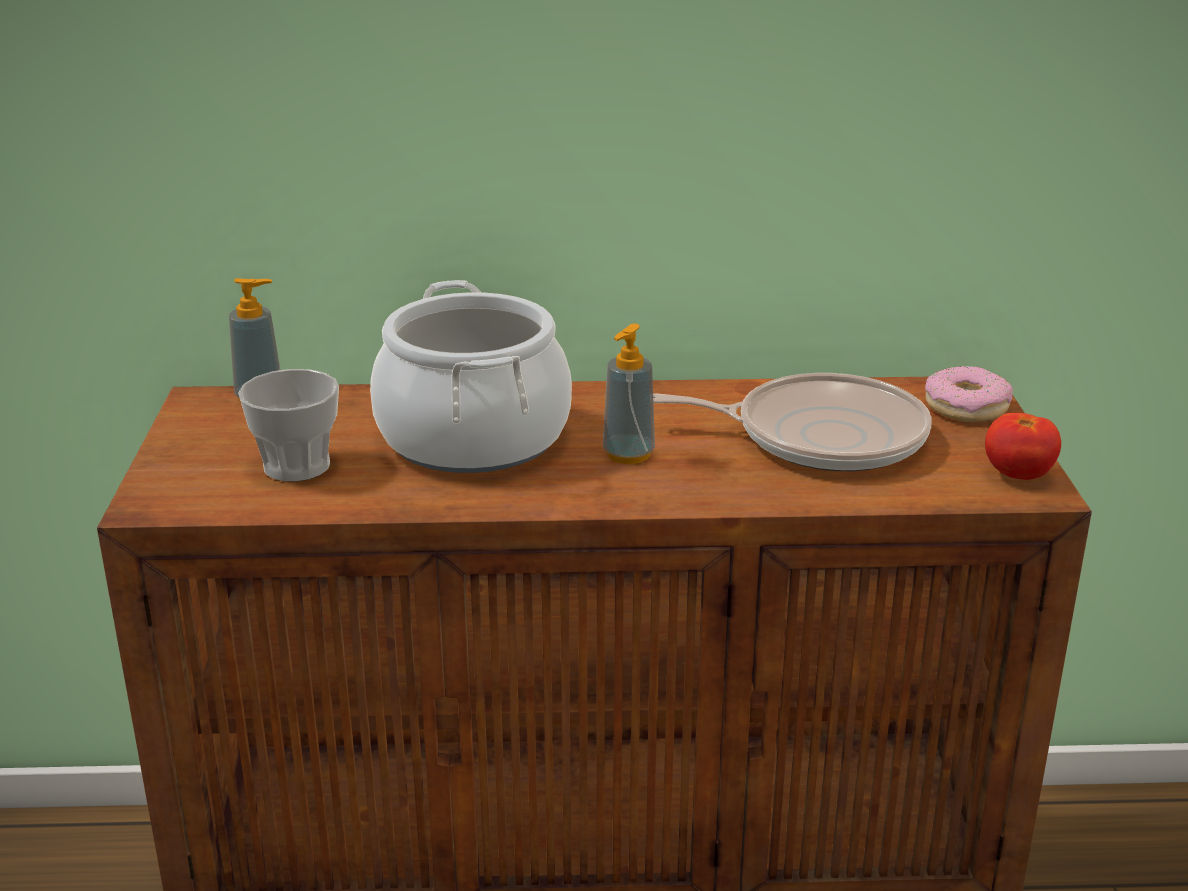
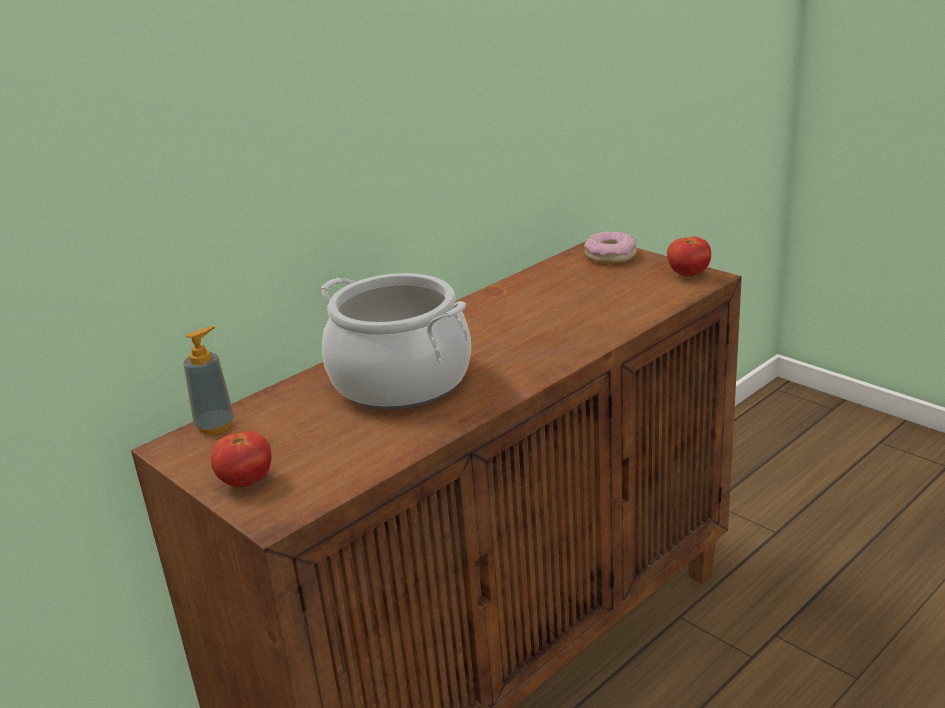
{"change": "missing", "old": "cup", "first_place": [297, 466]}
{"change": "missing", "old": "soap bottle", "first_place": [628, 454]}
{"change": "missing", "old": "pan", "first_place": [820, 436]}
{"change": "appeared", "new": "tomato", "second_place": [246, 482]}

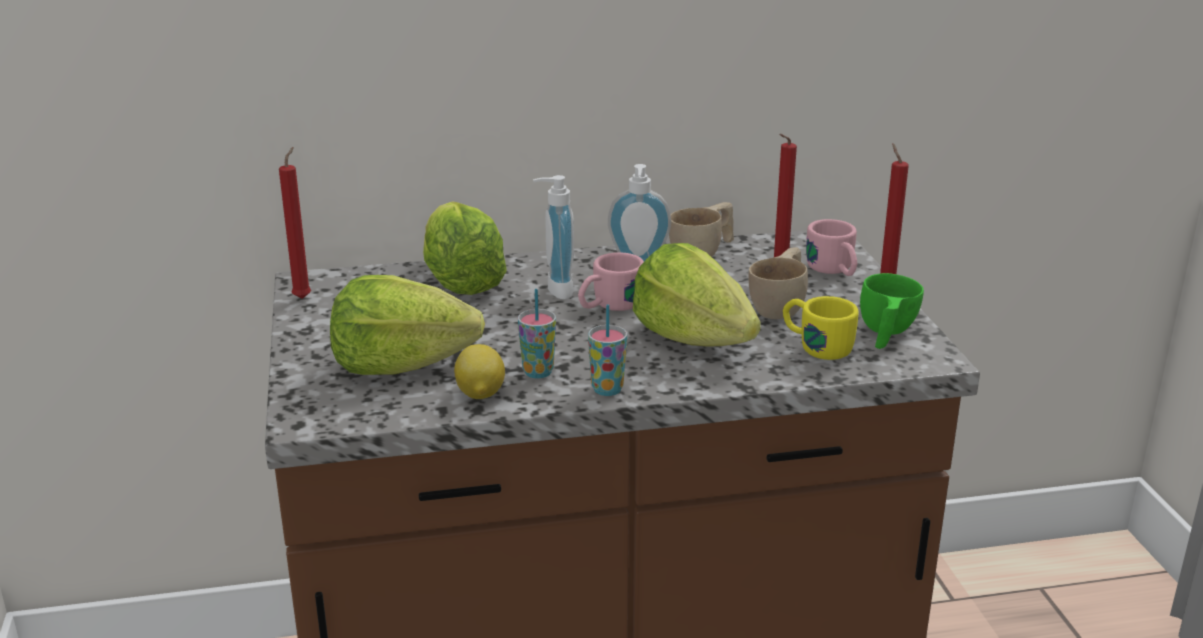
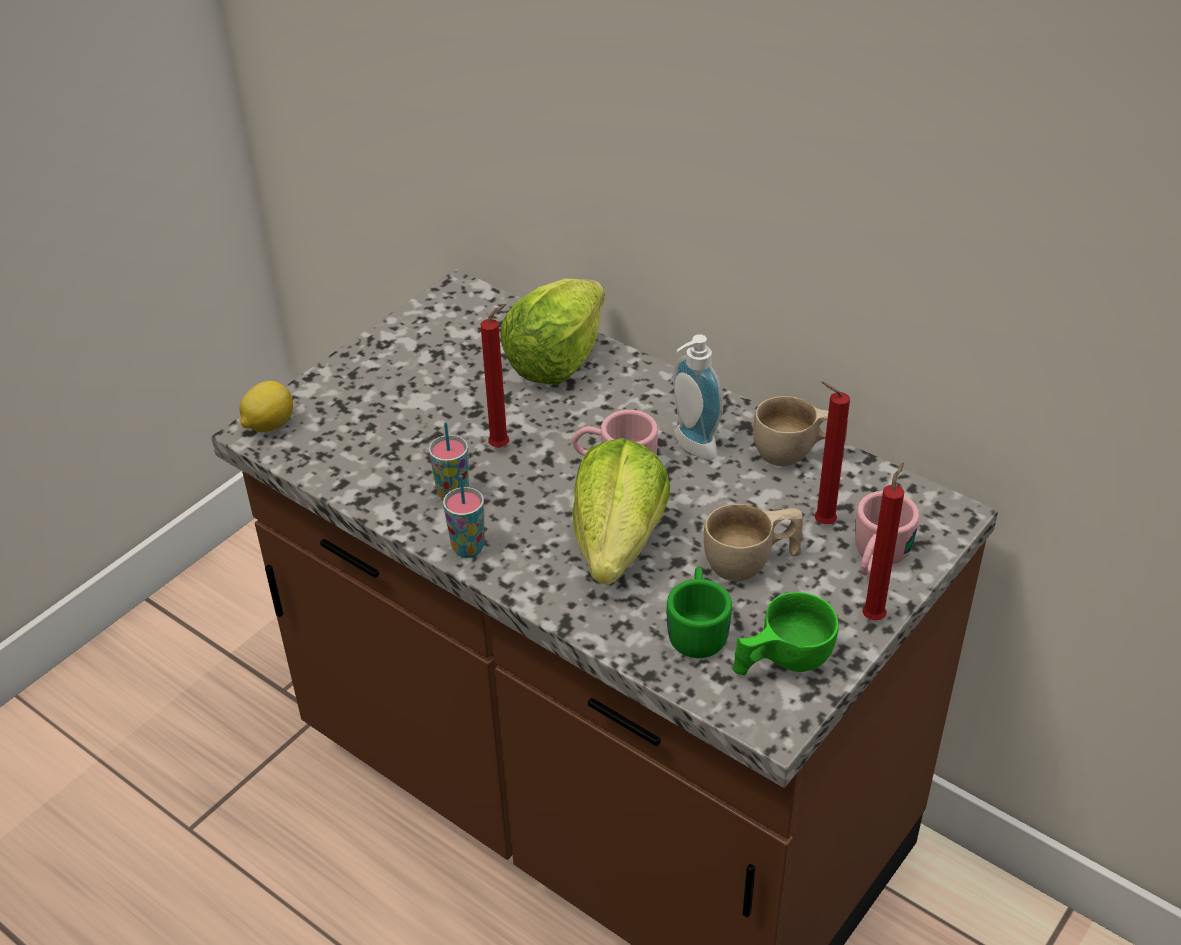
{"change": "missing", "old": "head of lettuce", "first_place": [401, 365]}
{"change": "missing", "old": "soap bottle", "first_place": [554, 290]}
{"change": "relocated", "old": "red-coloured candle", "first_place": [304, 297], "second_place": [502, 446]}
{"change": "relocated", "old": "whole lemon", "first_place": [480, 394], "second_place": [268, 425]}
{"change": "colour", "old": "yellow-coloured tea mug", "new": "green tea mug", "first_place": [815, 345], "second_place": [697, 627]}

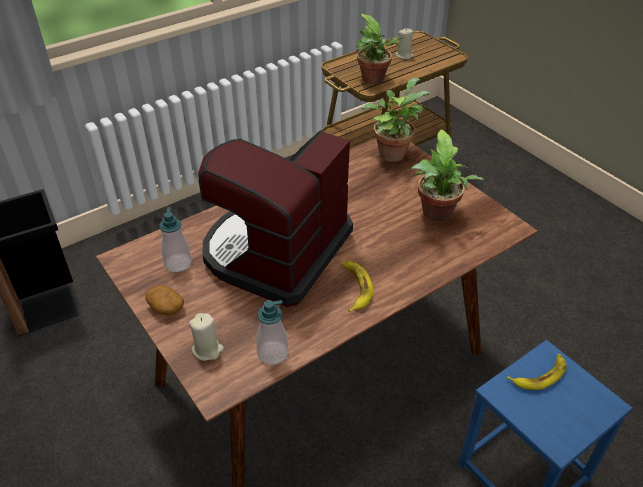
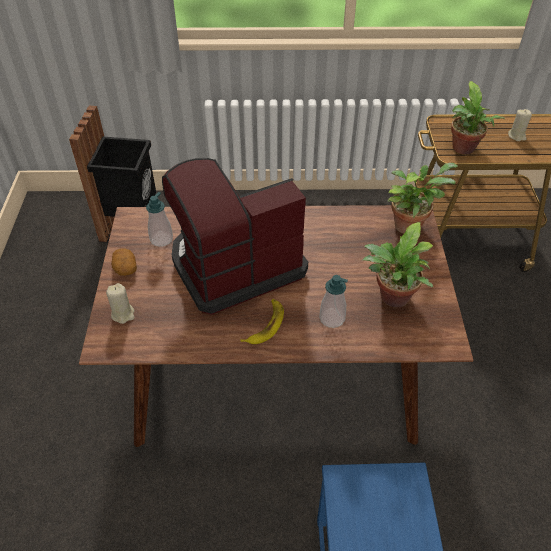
{"change": "missing", "old": "banana", "first_place": [539, 375]}
{"change": "relocated", "old": "soap bottle", "first_place": [272, 353], "second_place": [332, 318]}

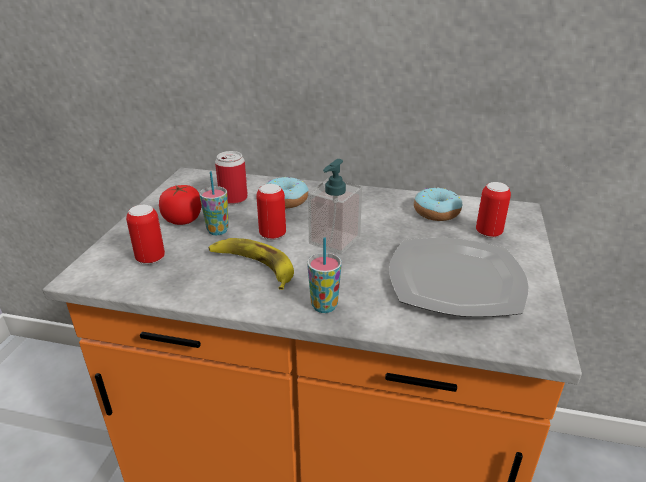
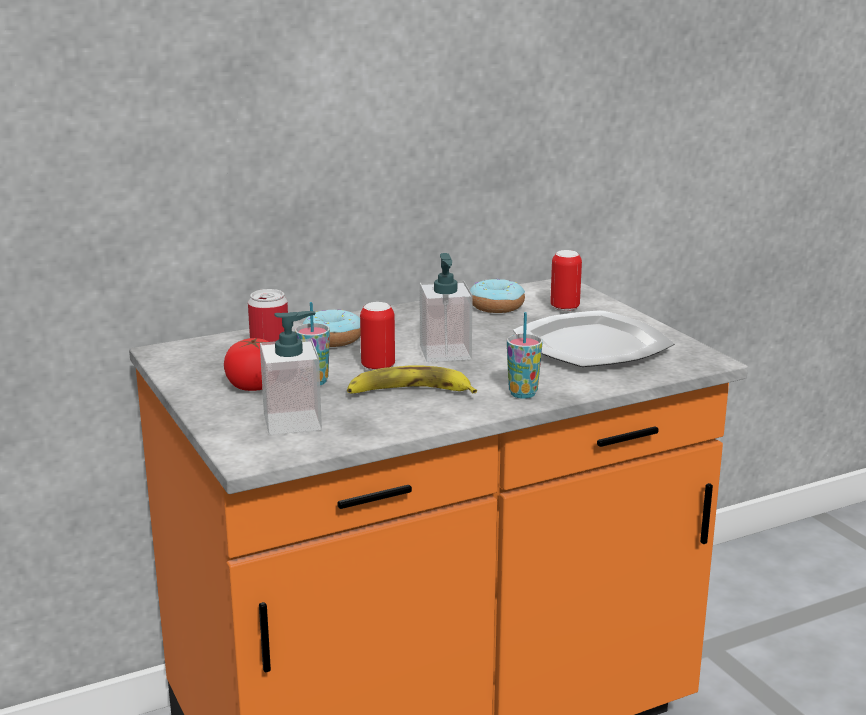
{"change": "exchanged", "old": "metal can", "new": "soap bottle", "first_place": [150, 258], "second_place": [292, 422]}

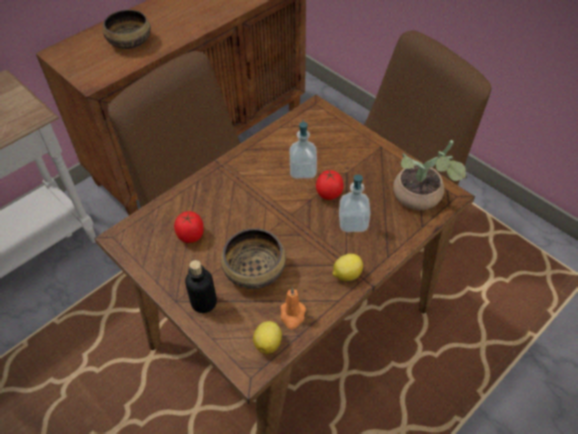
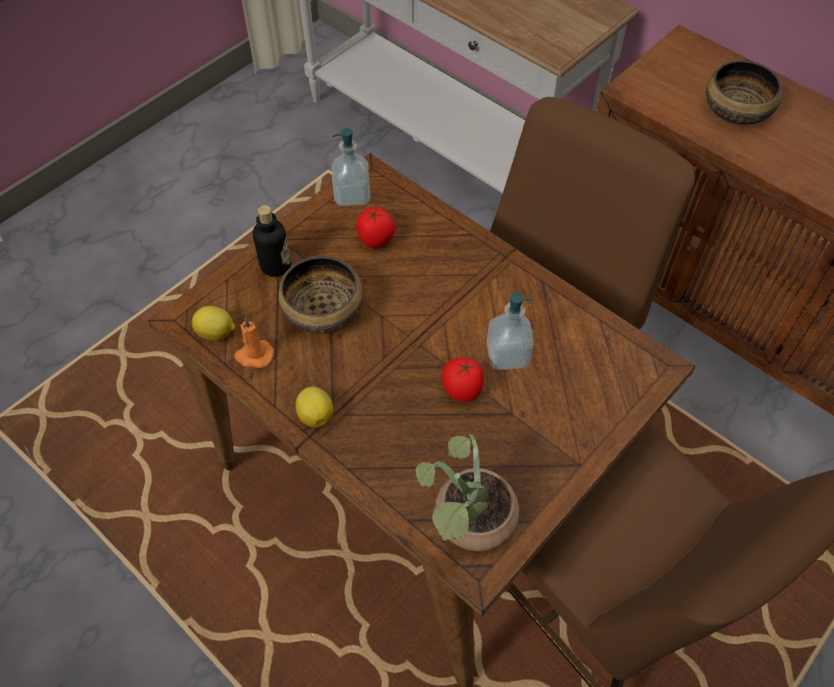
{"change": "relocated", "old": "soap bottle", "first_place": [353, 223], "second_place": [352, 195]}

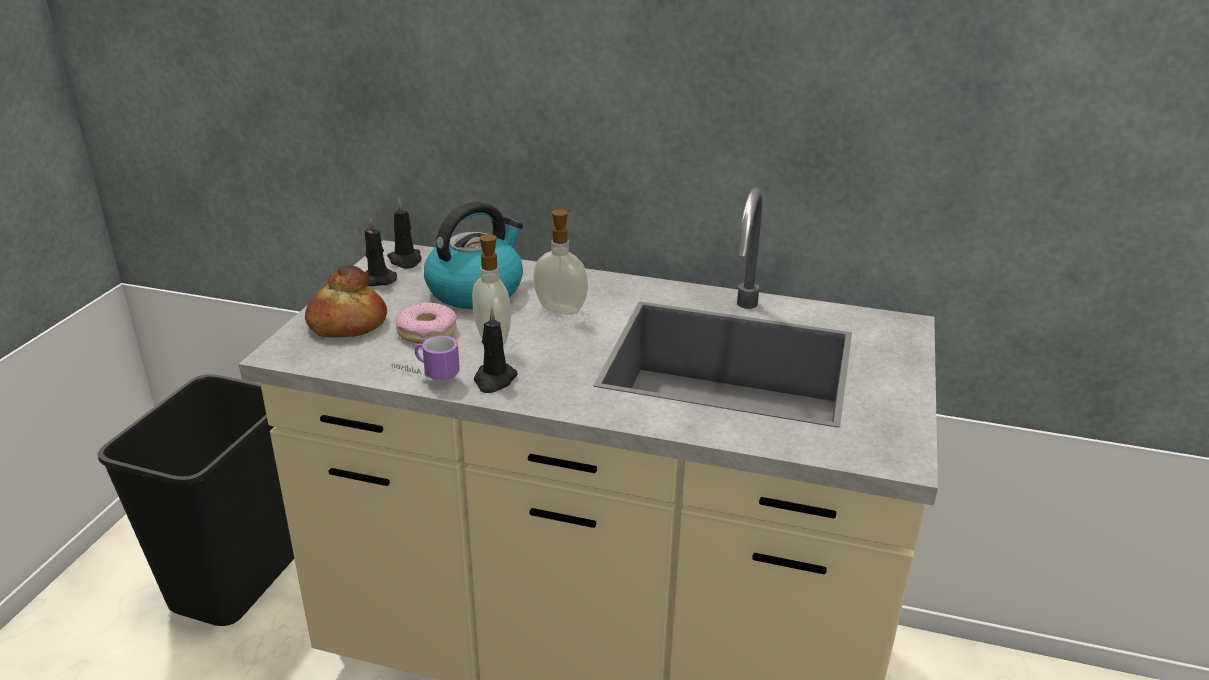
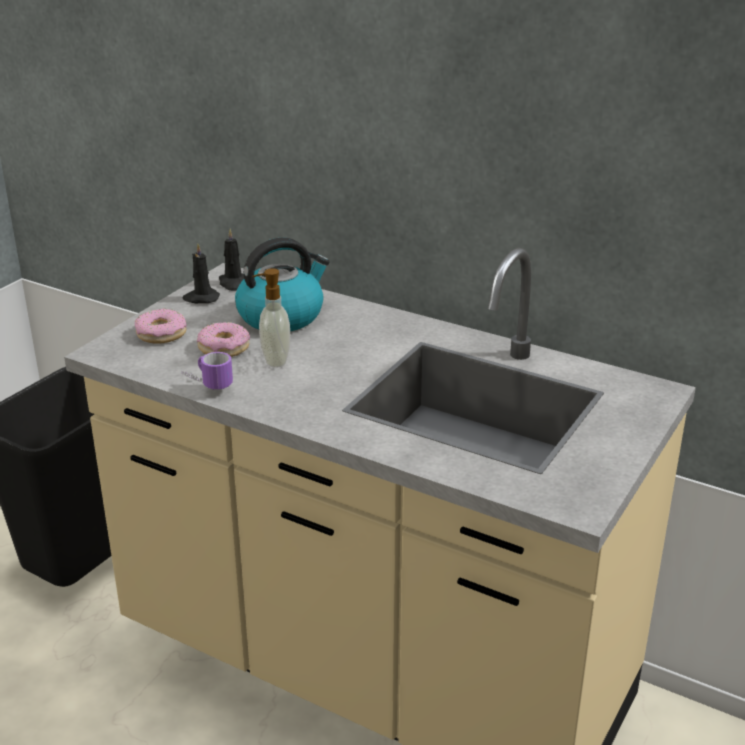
{"change": "missing", "old": "black candle", "first_place": [494, 380]}
{"change": "missing", "old": "soap bottle", "first_place": [561, 309]}
{"change": "exchanged", "old": "baked bread", "new": "doughnut", "first_place": [347, 324], "second_place": [161, 334]}

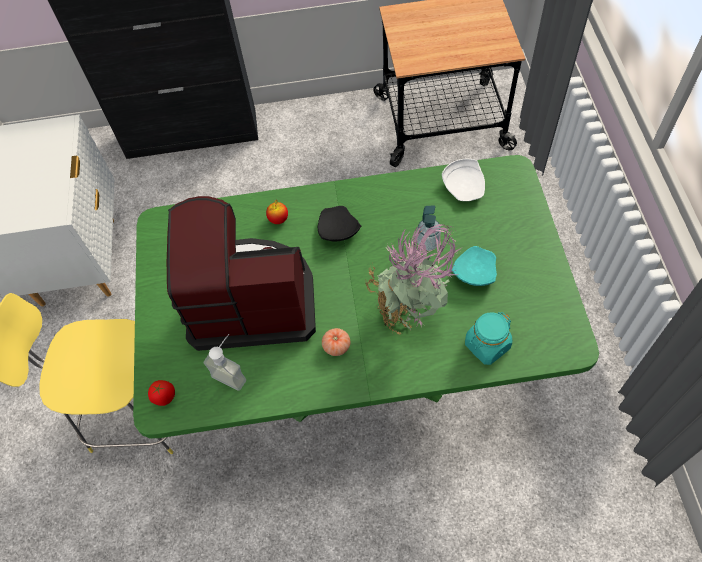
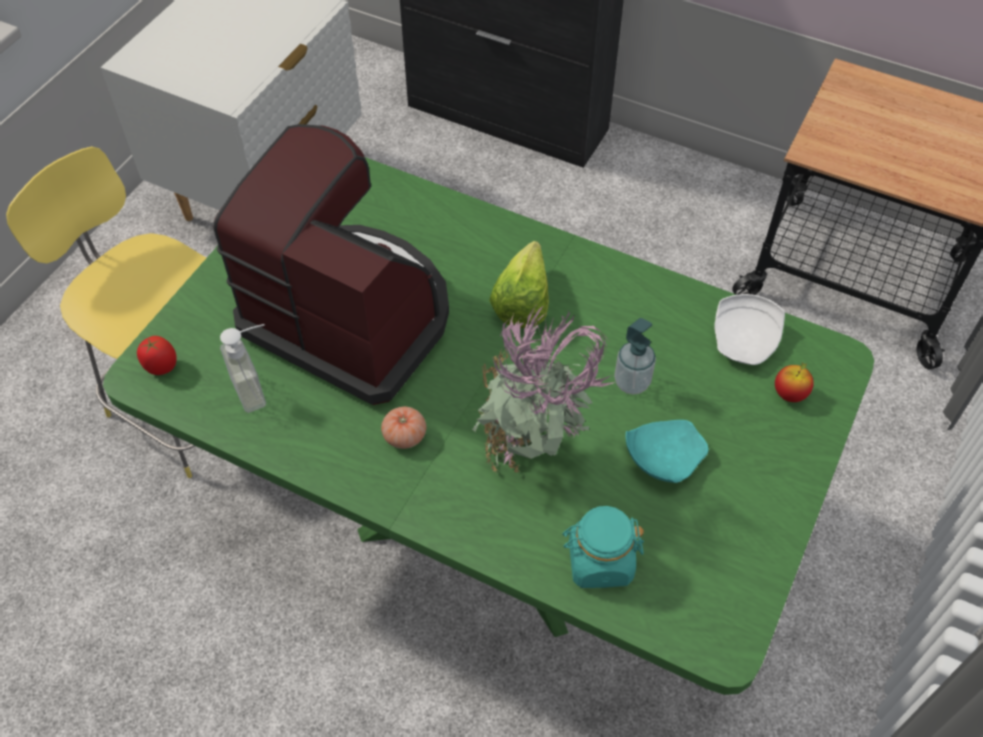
{"change": "relocated", "old": "apple fruit", "first_place": [278, 219], "second_place": [789, 394]}
{"change": "exchanged", "old": "black plate", "new": "head of lettuce", "first_place": [337, 231], "second_place": [526, 298]}

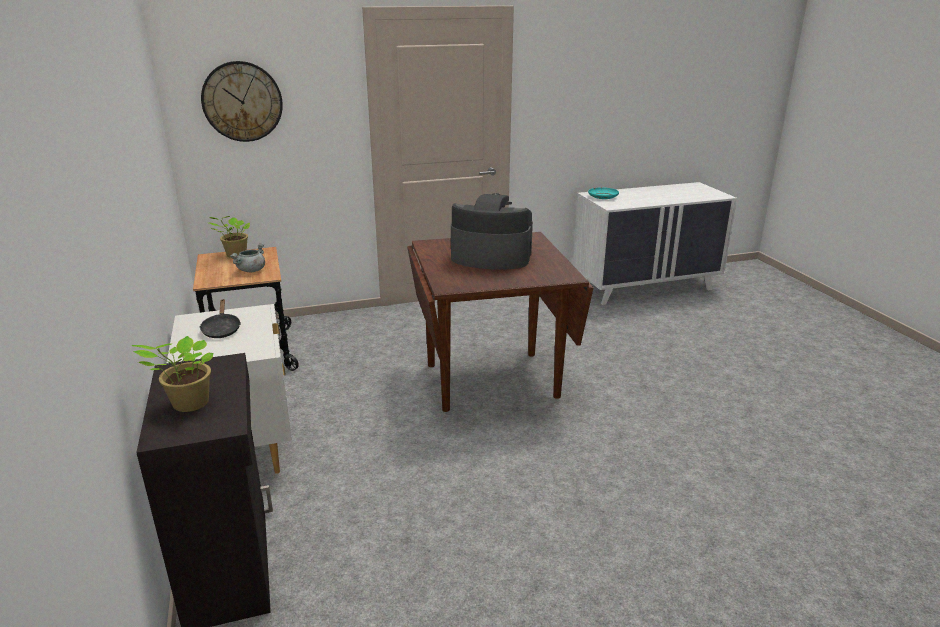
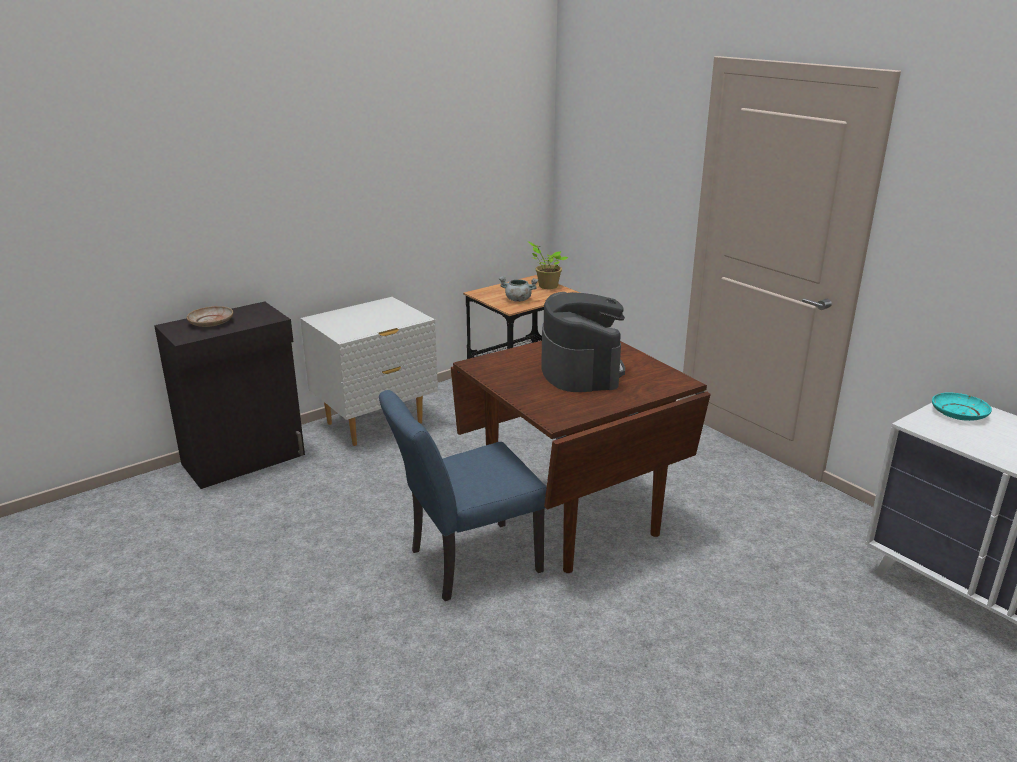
{"change": "missing", "old": "black pan", "first_place": [221, 329]}
{"change": "missing", "old": "wall clock", "first_place": [242, 101]}
{"change": "appeared", "new": "blue chair", "second_place": [465, 563]}
{"change": "exchanged", "old": "potted plant", "new": "beige-coloured plate", "first_place": [188, 404], "second_place": [211, 322]}

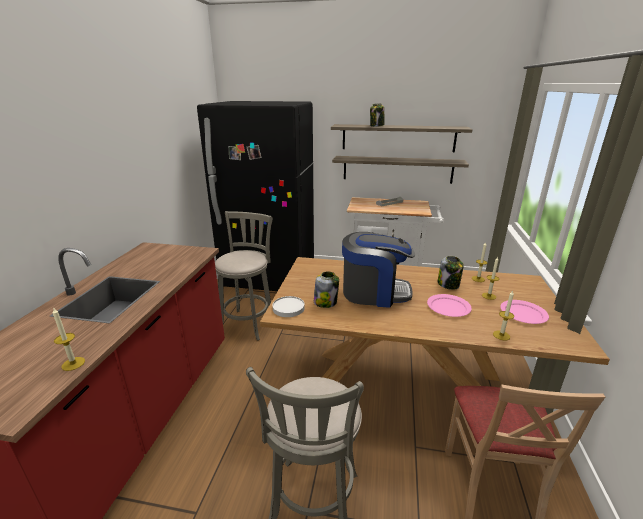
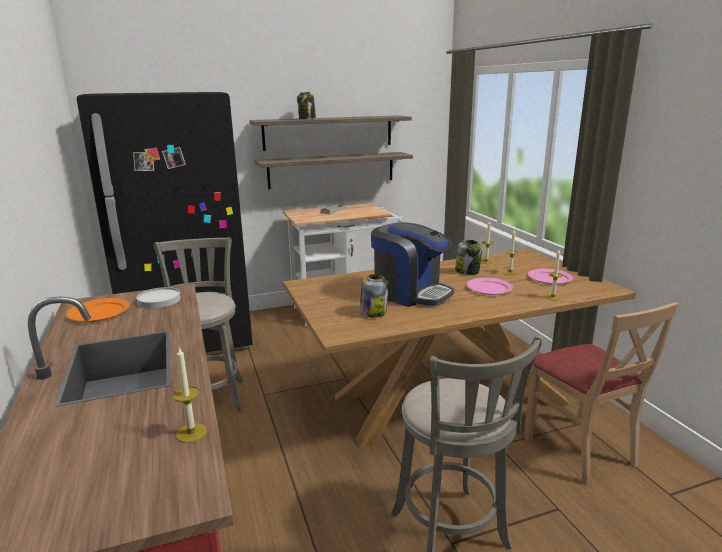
{"change": "appeared", "new": "orange plate", "second_place": [99, 312]}
{"change": "relocated", "old": "whitish plate", "first_place": [288, 308], "second_place": [159, 300]}
{"change": "spun", "old": "coffee brewer", "first_place": [374, 292], "second_place": [410, 293], "degrees": 60}

